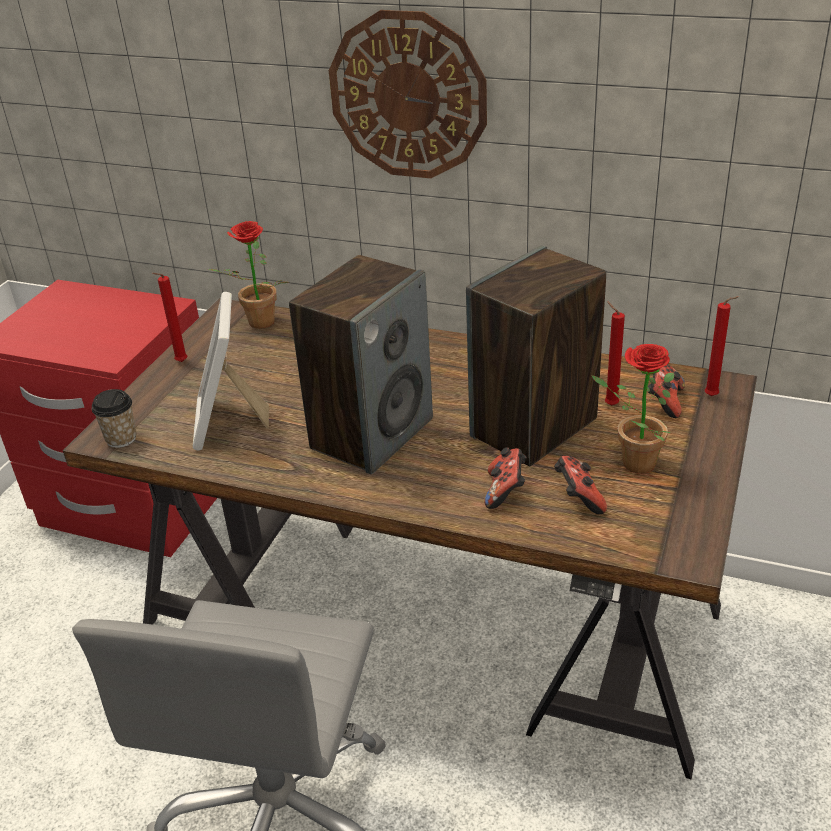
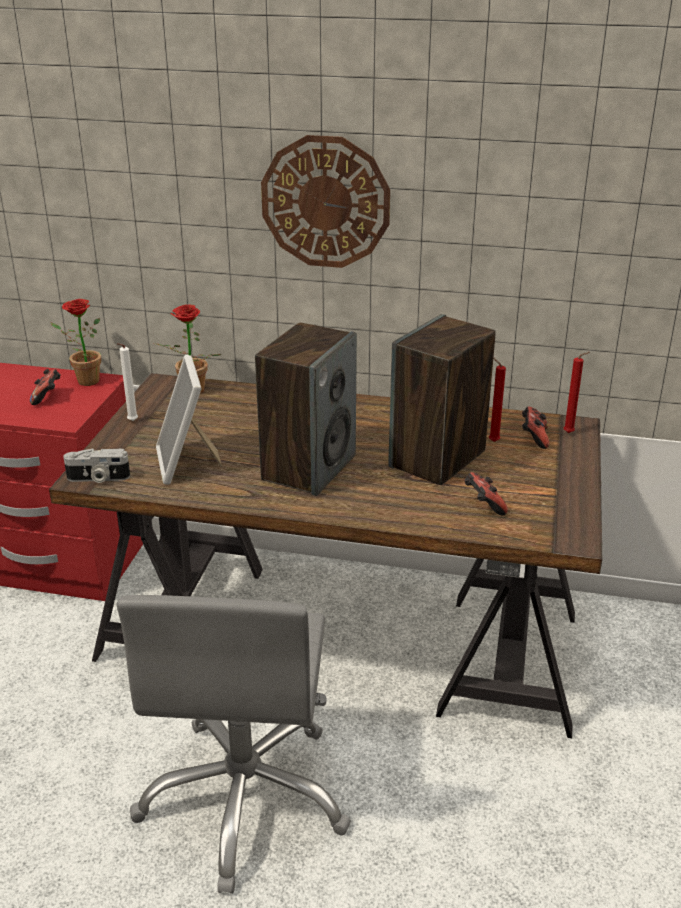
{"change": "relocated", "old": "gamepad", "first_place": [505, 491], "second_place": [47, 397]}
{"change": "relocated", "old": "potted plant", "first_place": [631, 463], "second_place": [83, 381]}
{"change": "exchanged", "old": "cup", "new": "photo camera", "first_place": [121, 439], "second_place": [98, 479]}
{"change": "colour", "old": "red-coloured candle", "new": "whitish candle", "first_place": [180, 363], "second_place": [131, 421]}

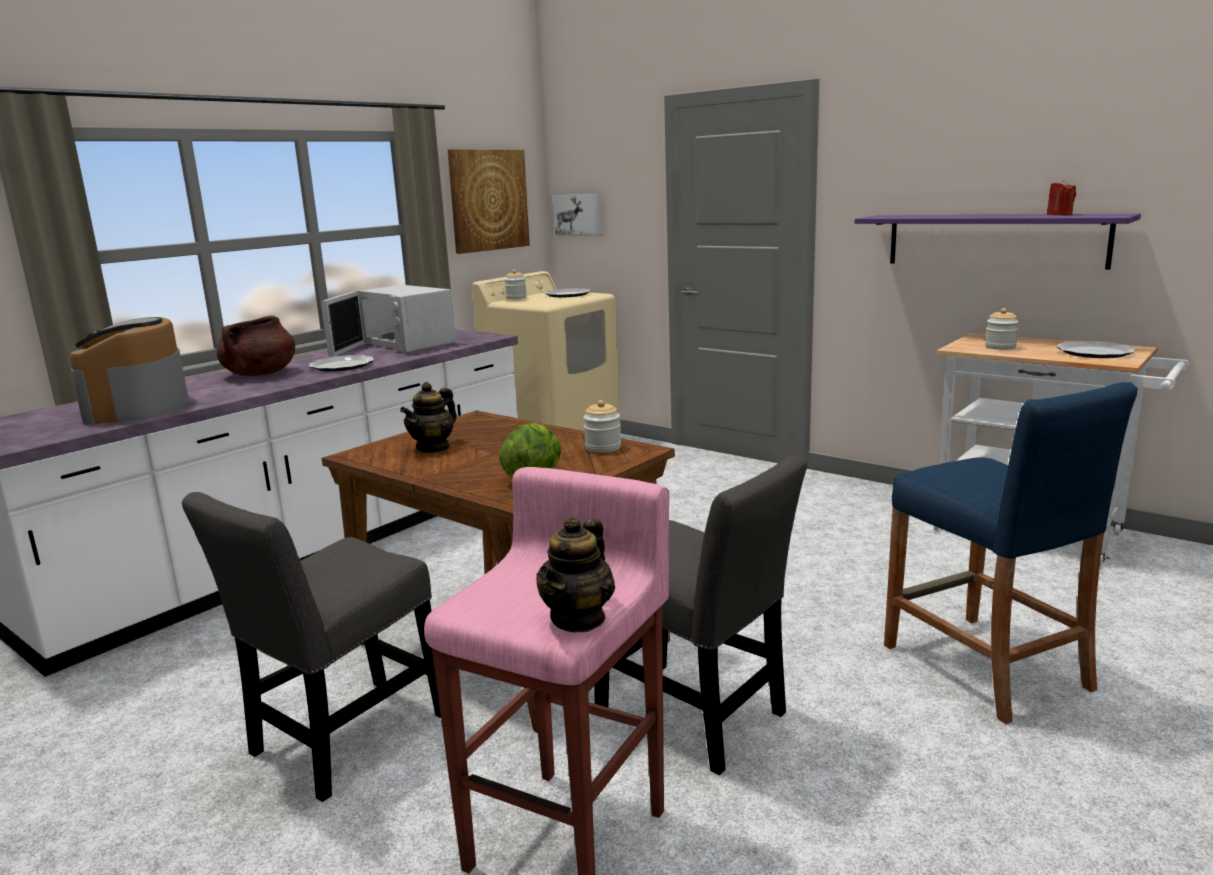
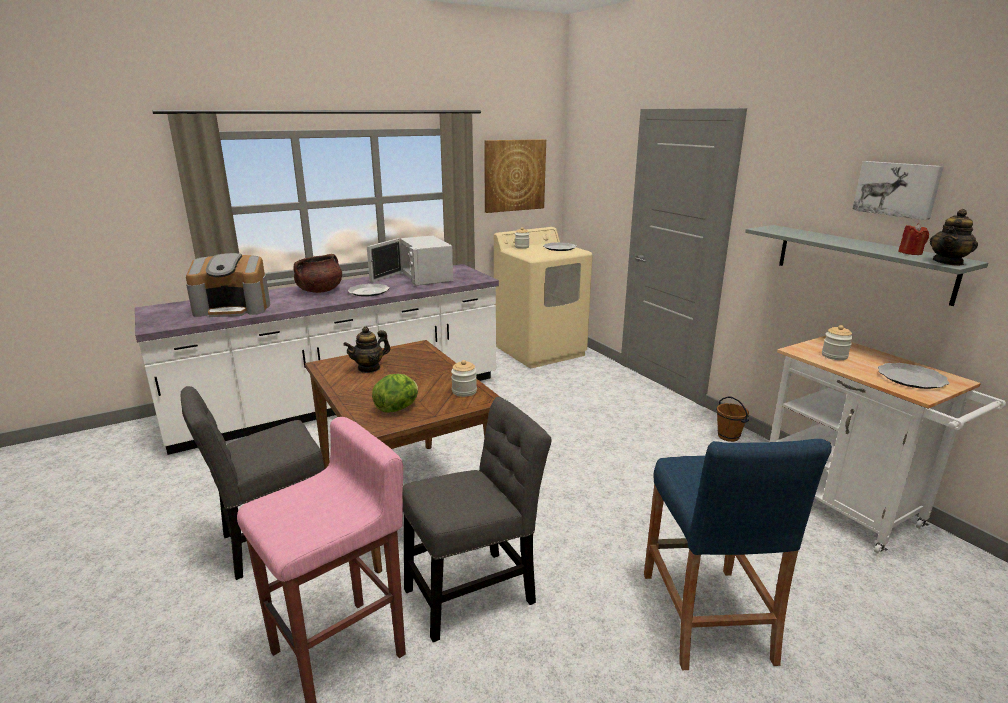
{"change": "appeared", "new": "brownish water bucket", "second_place": [728, 436]}
{"change": "relocated", "old": "tea pot", "first_place": [578, 619], "second_place": [948, 262]}
{"change": "relocated", "old": "wall picture", "first_place": [579, 215], "second_place": [897, 189]}
{"change": "colour", "old": "purple wall shelf", "new": "greyish wall shelf", "first_place": [994, 240], "second_place": [861, 262]}
{"change": "spun", "old": "coffee brewer", "first_place": [138, 407], "second_place": [234, 308], "degrees": -105}
{"change": "spun", "old": "greyish chair", "first_place": [697, 717], "second_place": [475, 592], "degrees": -90}

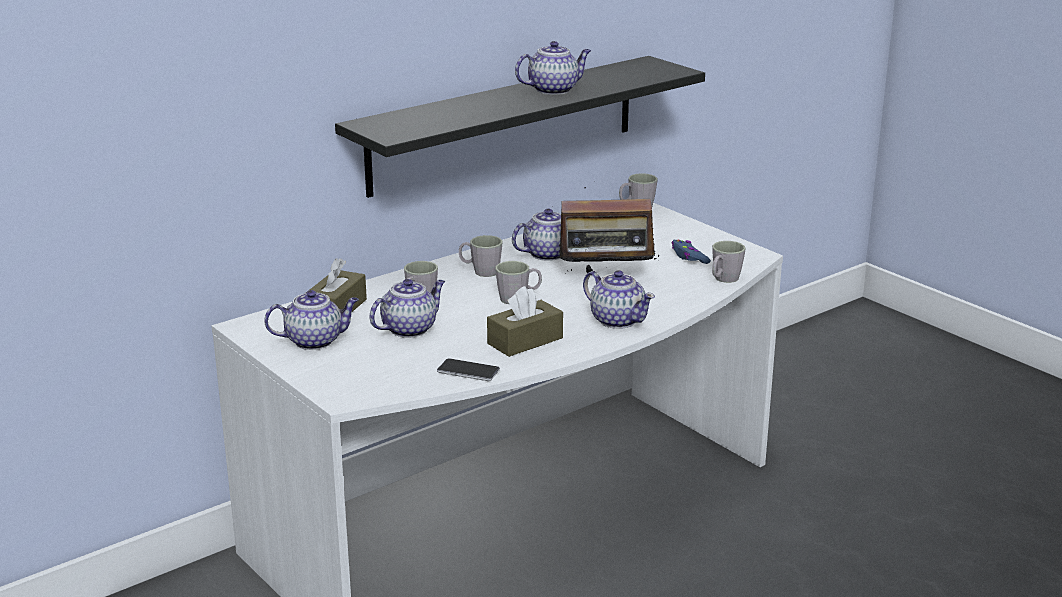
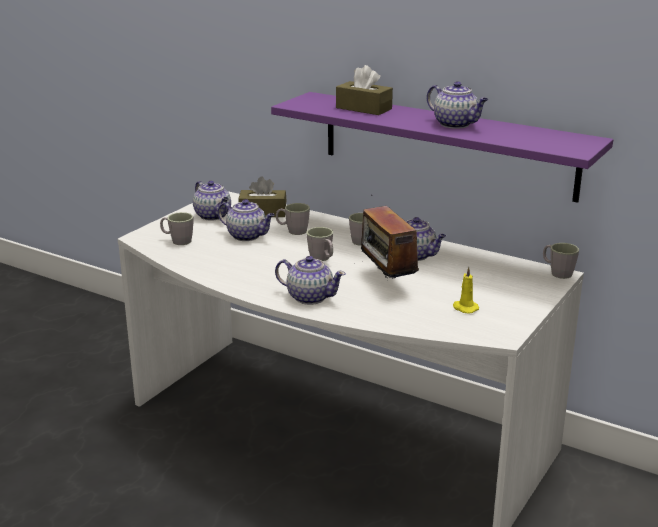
{"change": "missing", "old": "telephone", "first_place": [468, 371]}
{"change": "relocated", "old": "brownish tissue box", "first_place": [525, 341], "second_place": [363, 108]}
{"change": "relocated", "old": "greyish tea mug", "first_place": [723, 280], "second_place": [177, 241]}
{"change": "exchanged", "old": "blue gamepad", "new": "yellow-coloured candle", "first_place": [689, 257], "second_place": [464, 308]}
{"change": "colour", "old": "black wall shelf", "new": "purple wall shelf", "first_place": [504, 124], "second_place": [446, 145]}
{"change": "spun", "old": "tea pot", "first_place": [617, 320], "second_place": [309, 297], "degrees": -90}

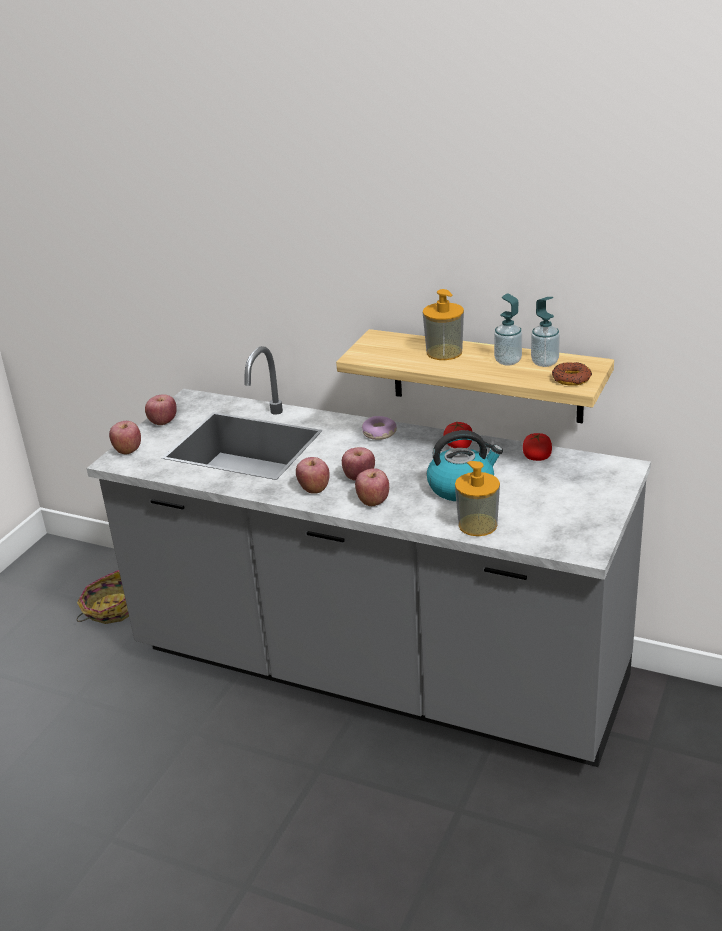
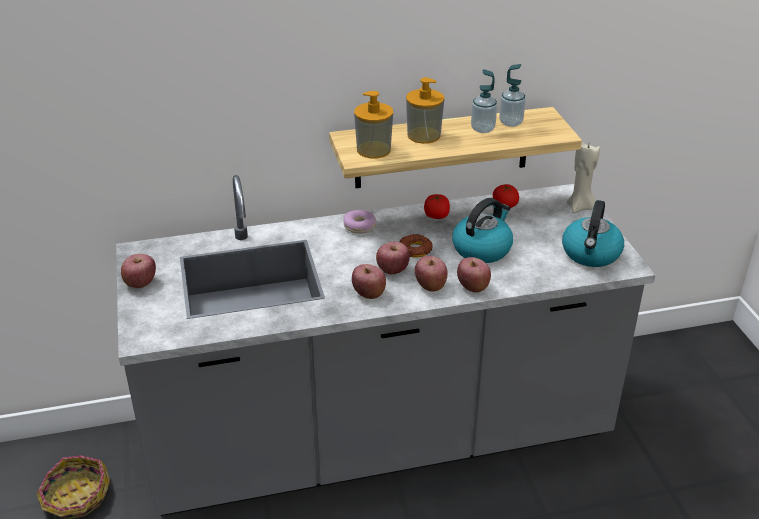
{"change": "appeared", "new": "water kettle", "second_place": [591, 254]}
{"change": "appeared", "new": "beige-coloured candle", "second_place": [580, 207]}
{"change": "relocated", "old": "apple fruit", "first_place": [128, 450], "second_place": [472, 287]}
{"change": "relocated", "old": "soap bottle", "first_place": [477, 525], "second_place": [373, 150]}
{"change": "relocated", "old": "doughnut", "first_place": [571, 379], "second_place": [415, 250]}

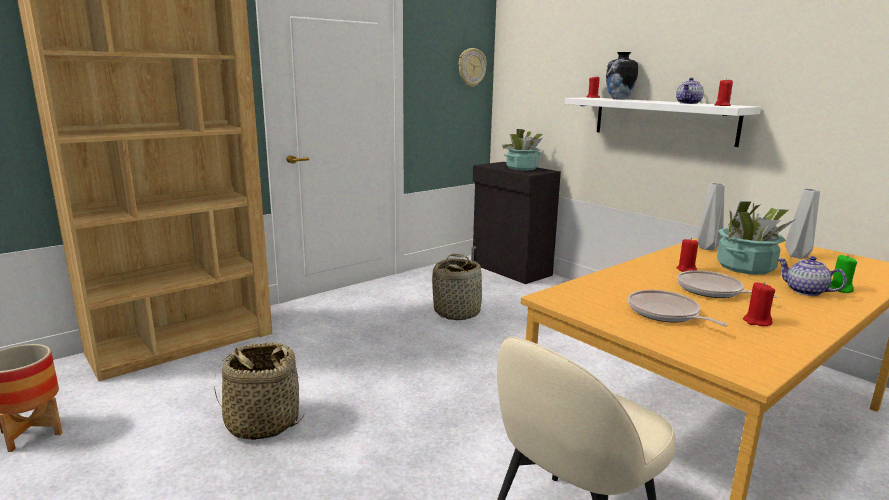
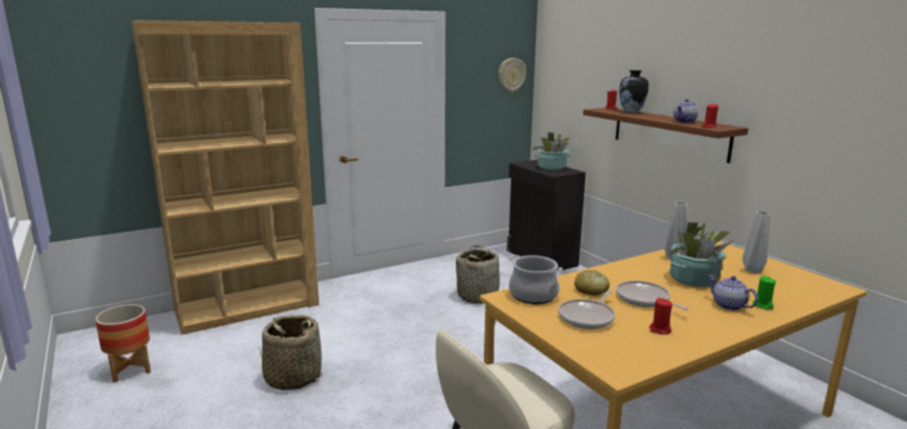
{"change": "missing", "old": "red-coloured candle", "first_place": [686, 269]}
{"change": "appeared", "new": "cooking pot", "second_place": [533, 295]}
{"change": "appeared", "new": "baked bread", "second_place": [591, 290]}
{"change": "colour", "old": "whitish wall shelf", "new": "brownish wall shelf", "first_place": [663, 120], "second_place": [669, 133]}
{"change": "spun", "old": "pan", "first_place": [665, 313], "second_place": [588, 317], "degrees": -120}

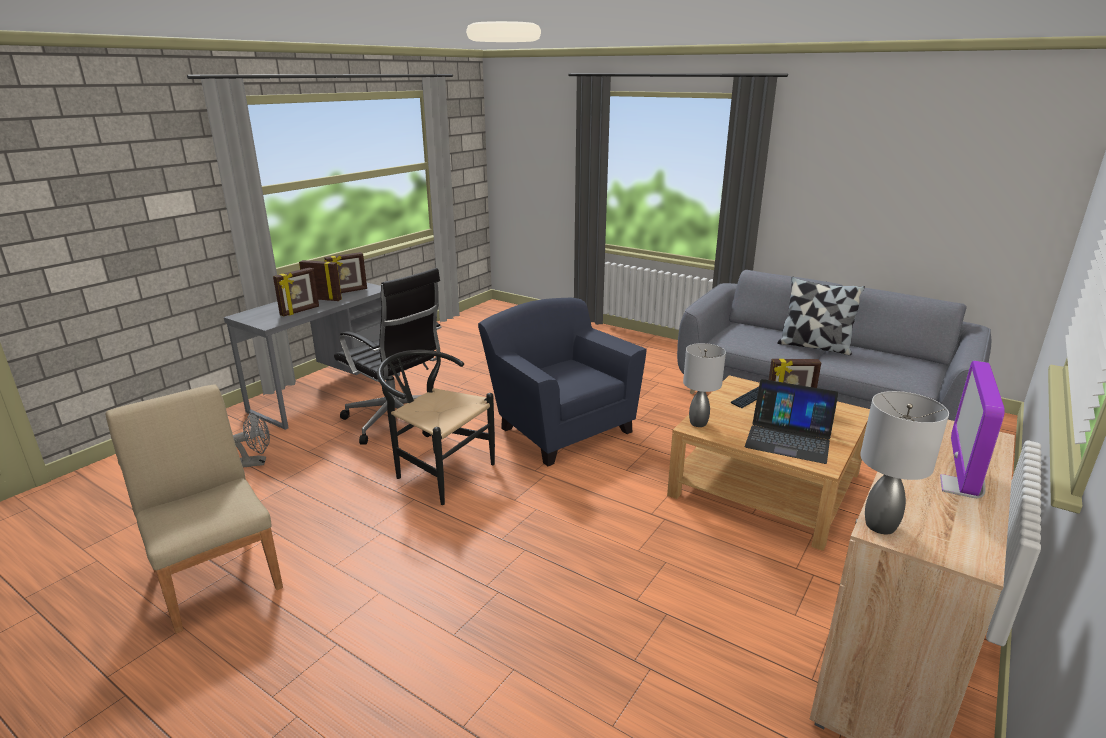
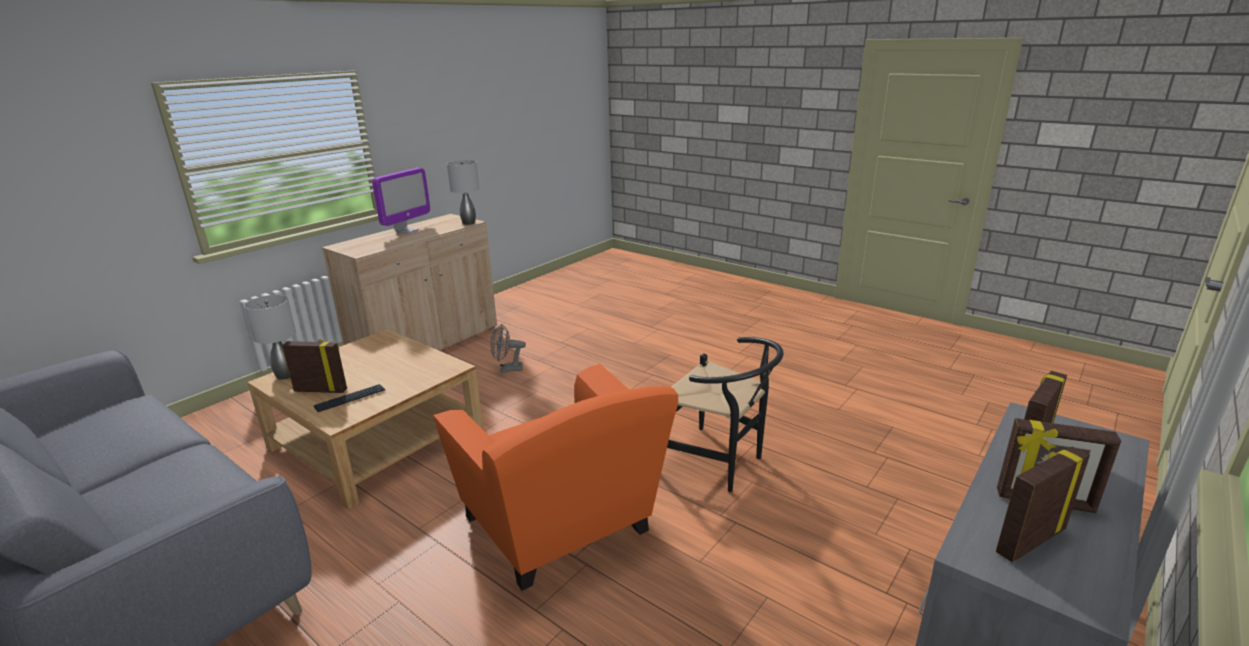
{"change": "missing", "old": "beige-coloured chair", "first_place": [217, 576]}
{"change": "missing", "old": "black desk chair", "first_place": [397, 421]}
{"change": "missing", "old": "notebook computer", "first_place": [788, 438]}
{"change": "missing", "old": "cushion", "first_place": [814, 346]}
{"change": "relocated", "old": "greyish electric fan", "first_place": [257, 462], "second_place": [507, 369]}
{"change": "relocated", "old": "greyish table lamp", "first_place": [697, 423], "second_place": [286, 375]}
{"change": "colour", "old": "blue easy chair", "new": "orange easy chair", "first_place": [560, 428], "second_place": [563, 528]}

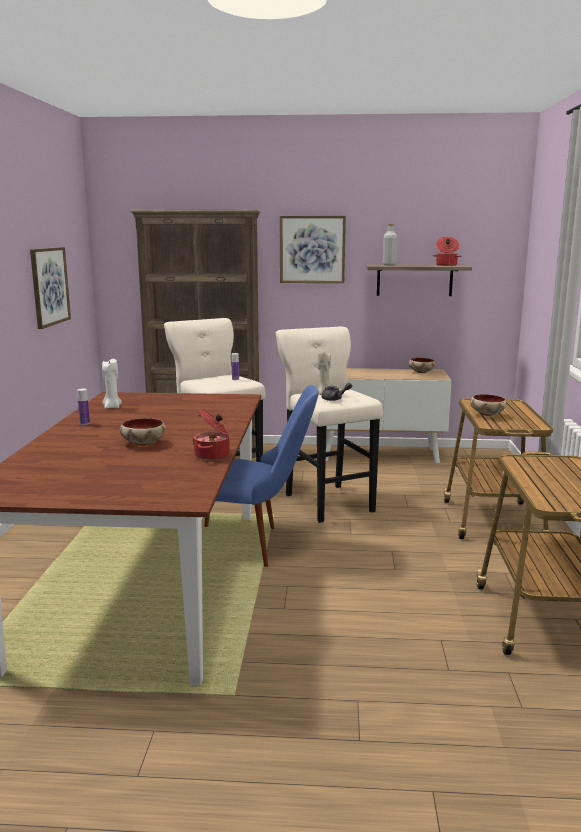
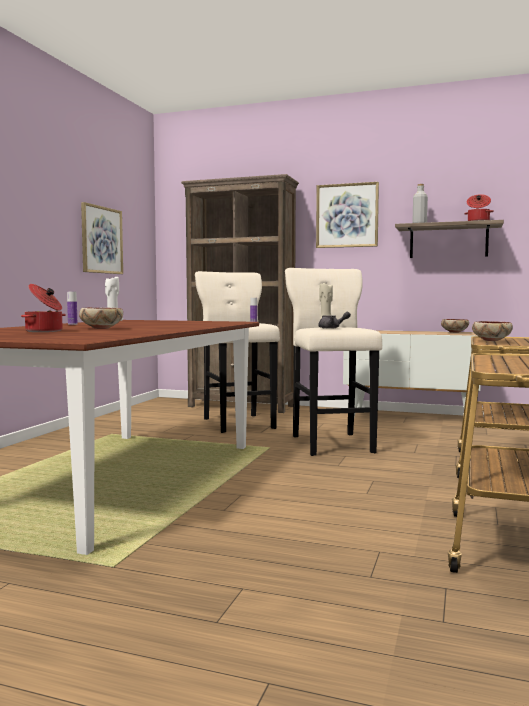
{"change": "missing", "old": "blue chair", "first_place": [253, 545]}
{"change": "relocated", "old": "cooking pot", "first_place": [213, 455], "second_place": [45, 331]}

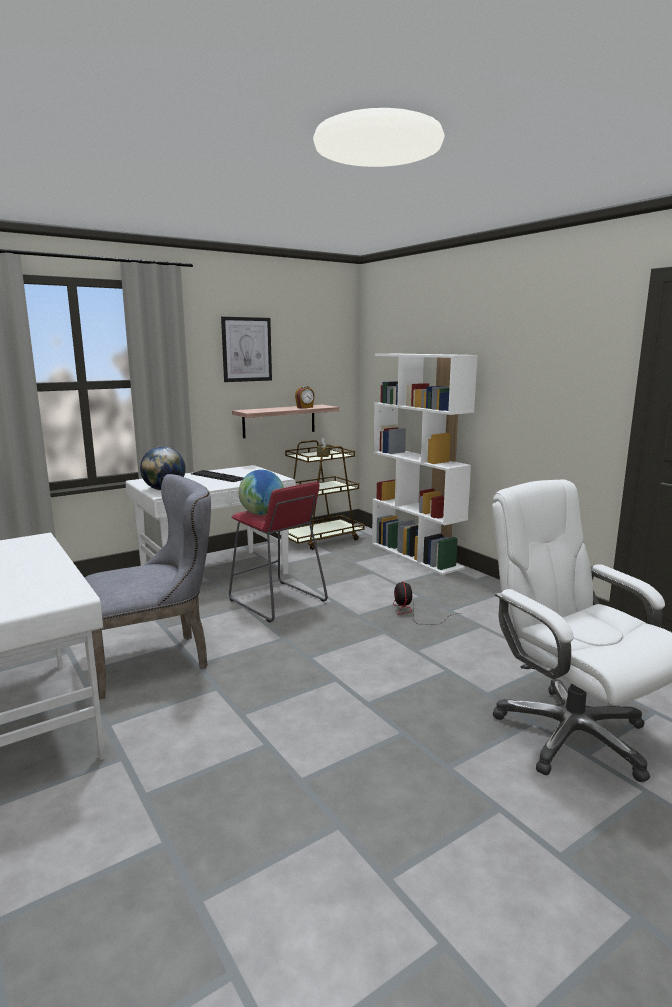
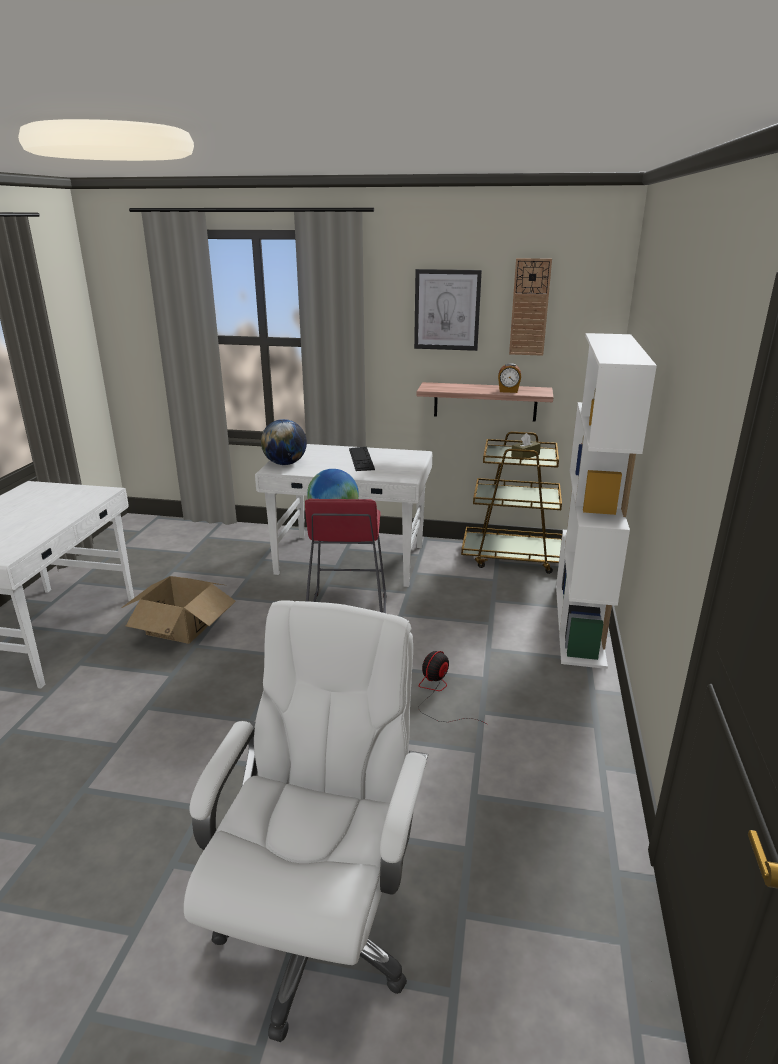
{"change": "appeared", "new": "wall clock", "second_place": [529, 307]}
{"change": "exchanged", "old": "greyish chair", "new": "cardboard box", "first_place": [156, 660], "second_place": [181, 626]}

